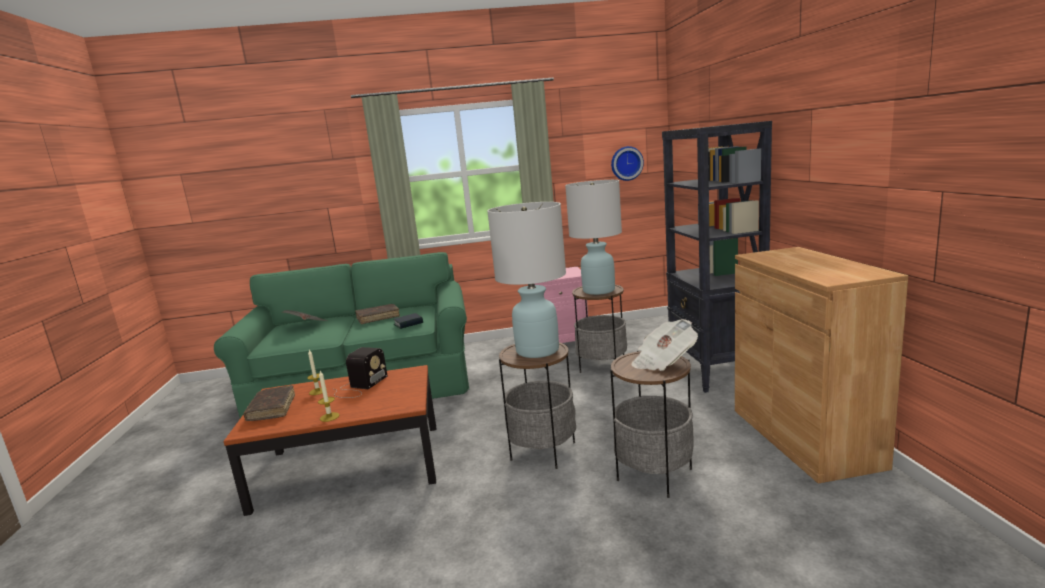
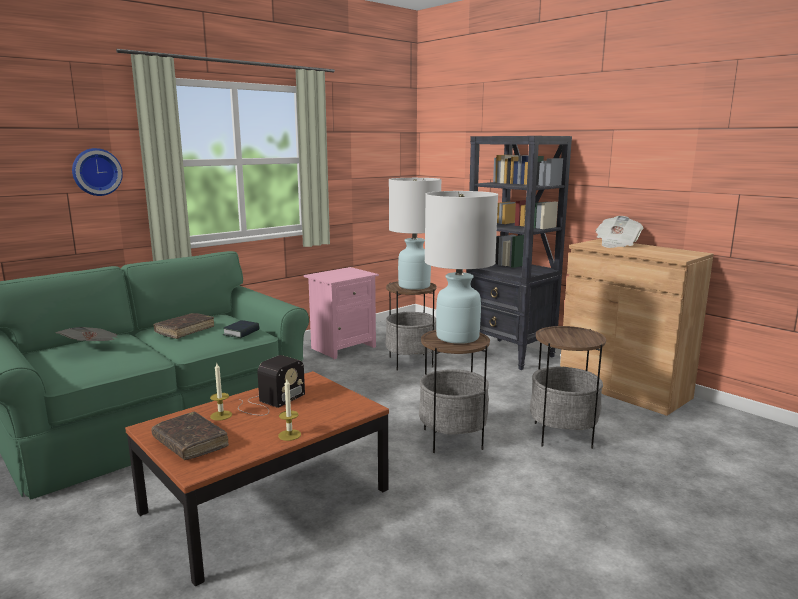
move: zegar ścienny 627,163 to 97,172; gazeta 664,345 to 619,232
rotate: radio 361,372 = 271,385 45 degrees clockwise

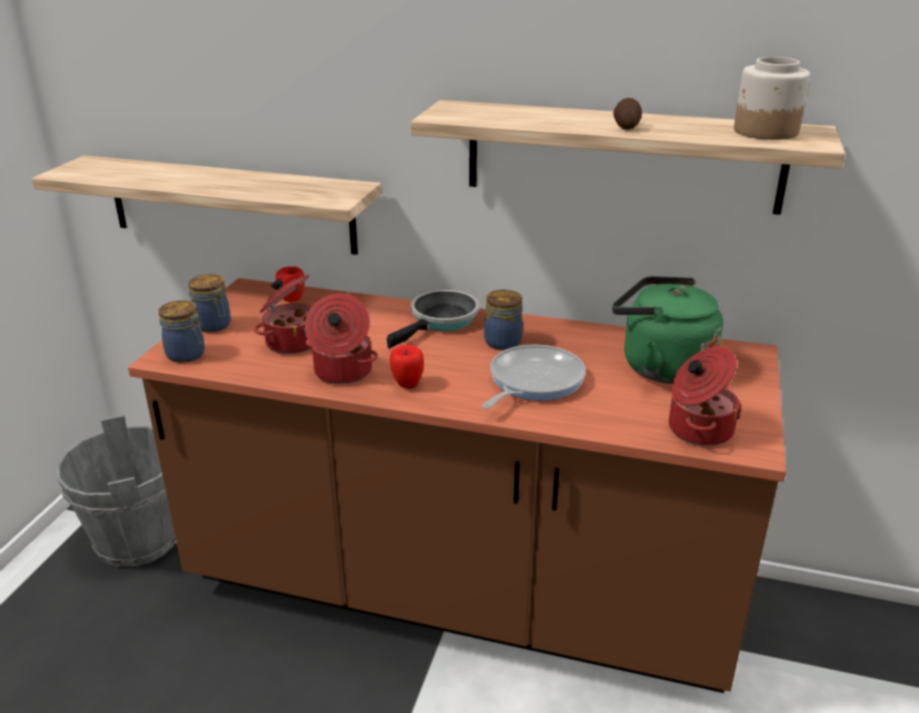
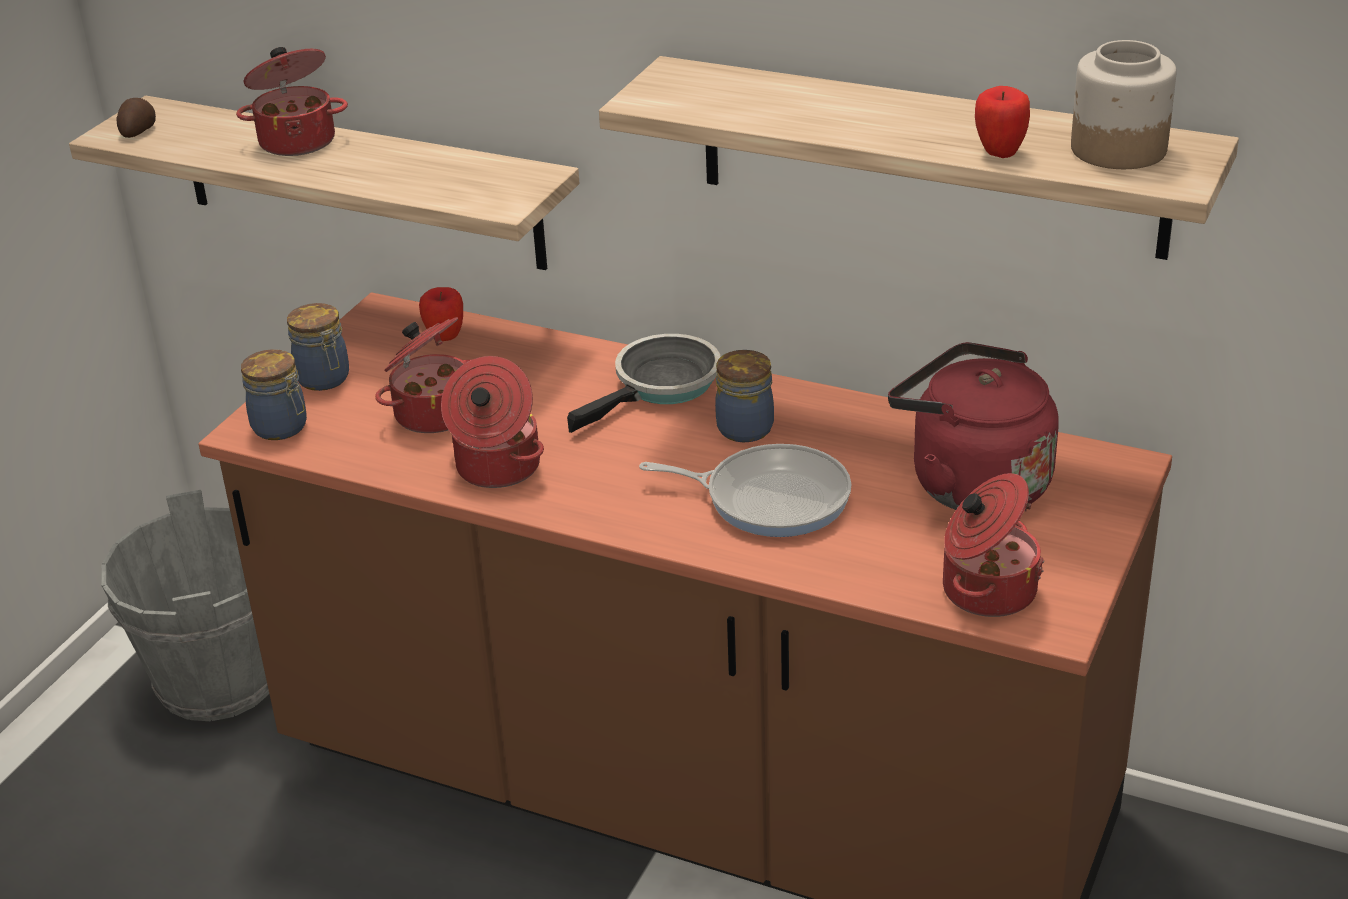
insert: garnek 292,101
move: jabłko 407,367 to 1002,122; ziemniak 627,114 to 136,118
recolor: czajnik/zielony 667,330 to czajnik/czerwony 973,426
rotate: patelnia 534,377 = 745,490 60 degrees clockwise

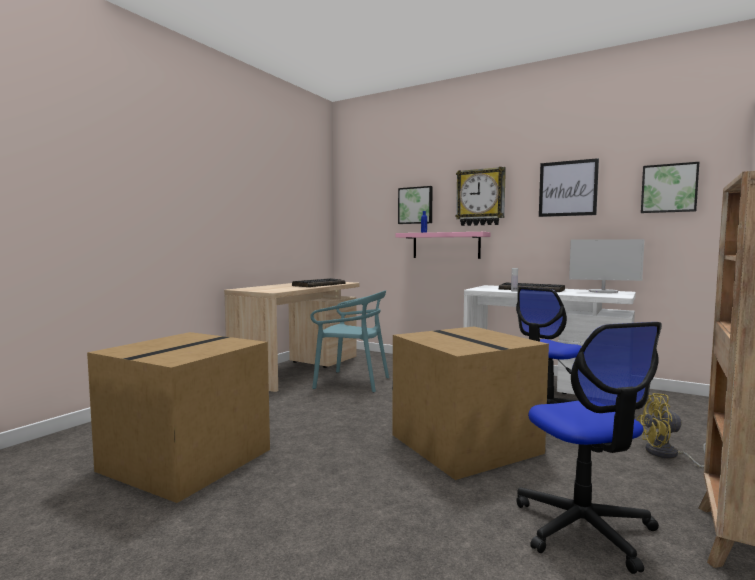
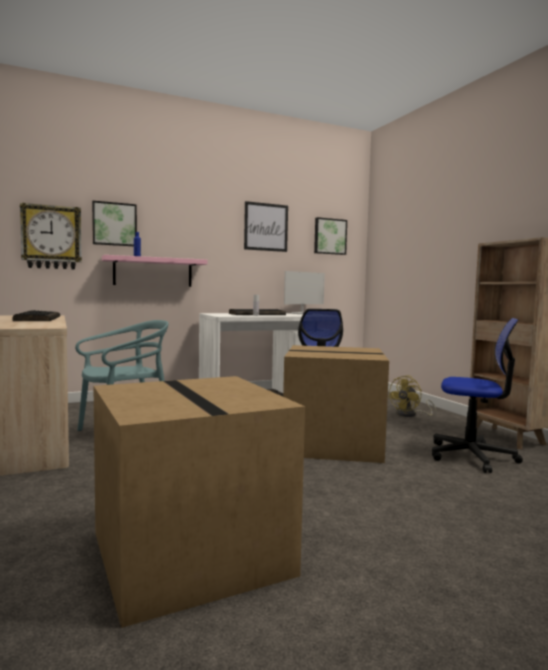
move: zegar ścienny 480,196 to 51,236

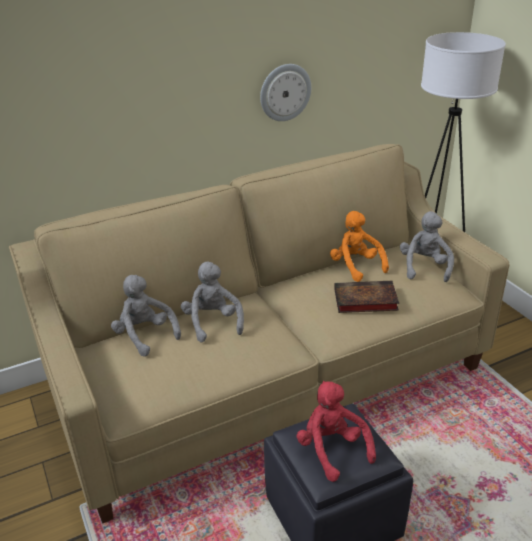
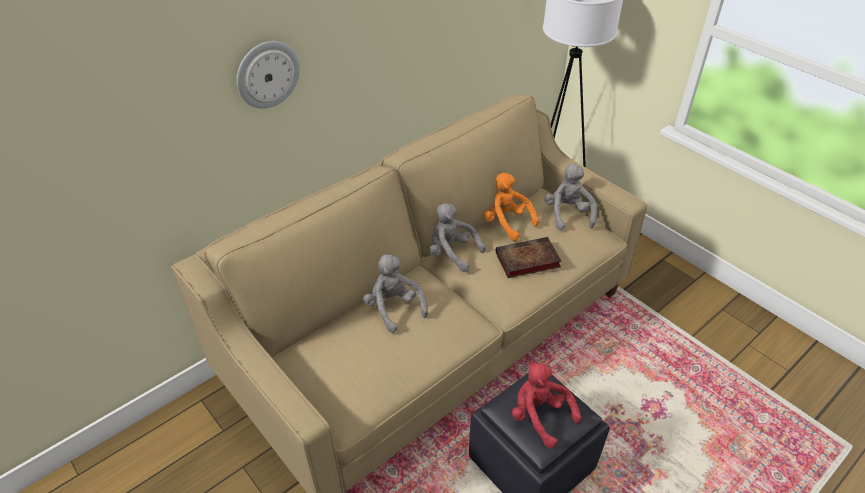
move: pluszak/szary 146,316 to 457,237; zegar ścienny 285,92 to 268,75

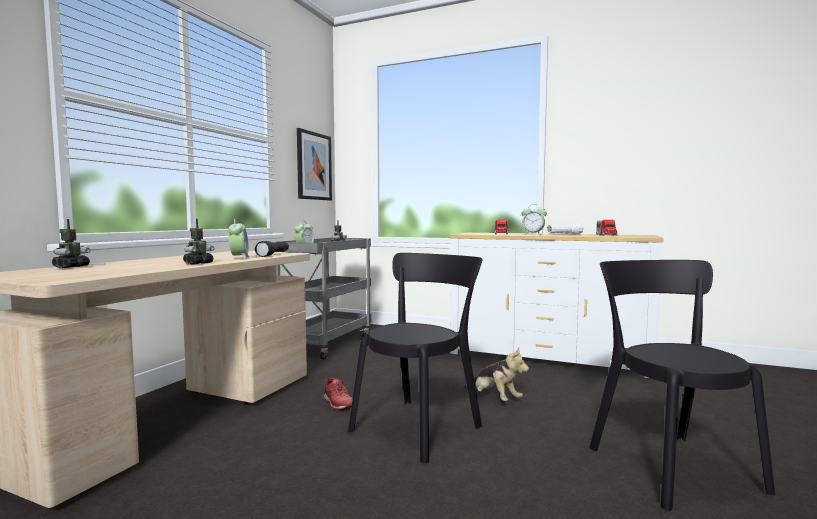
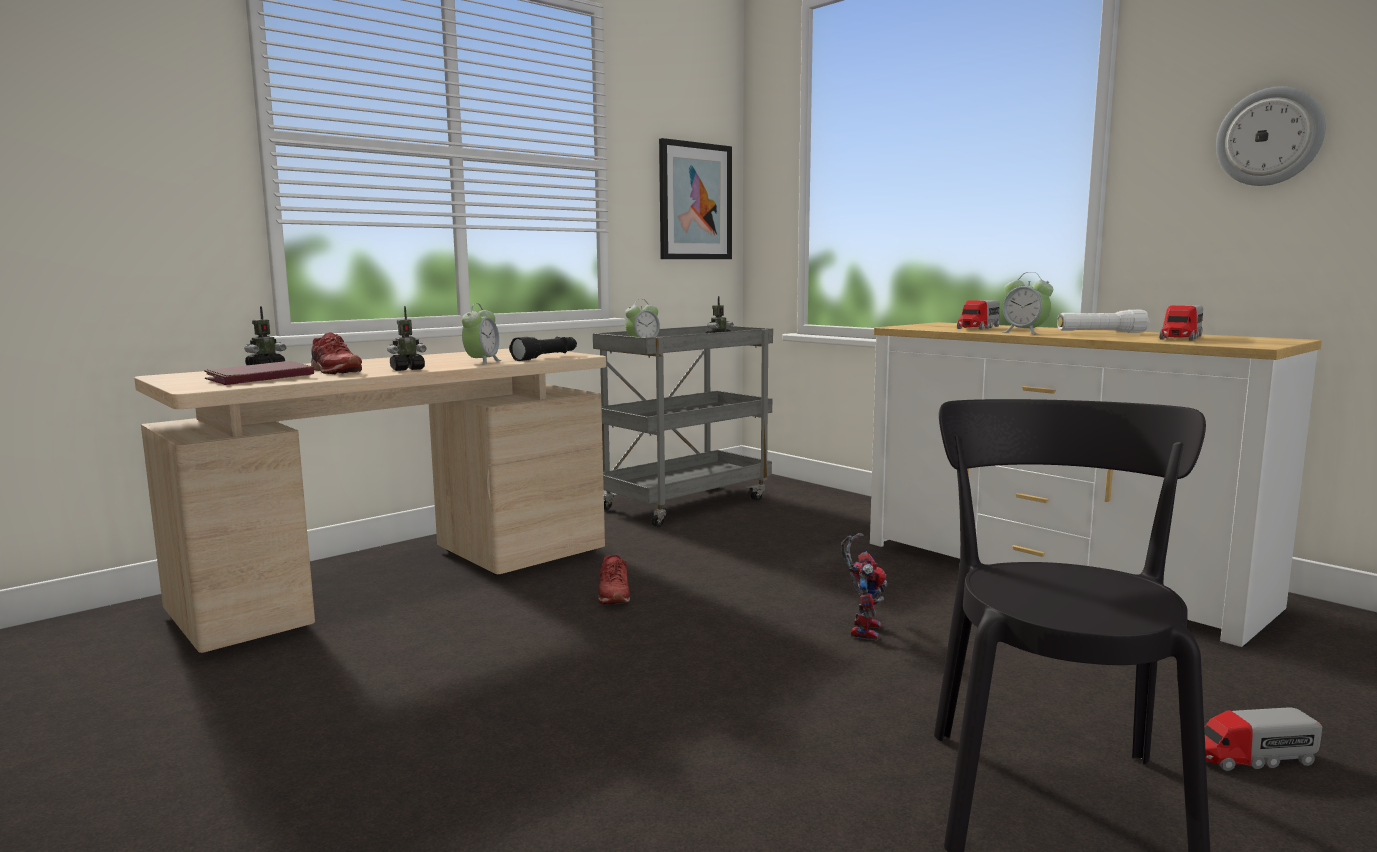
delete: krzesło/czarny 415,358
insert: książka/czerwony 259,373; but/czerwony 336,353; ciężarówka zabawkowa 1263,739; zegar ścienny 1271,136
replace: pluszak 496,374 to robot zabawkowy 864,586

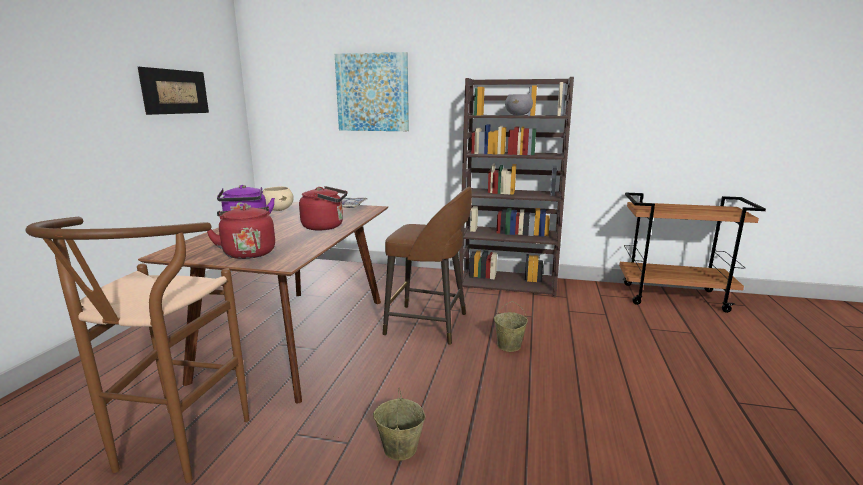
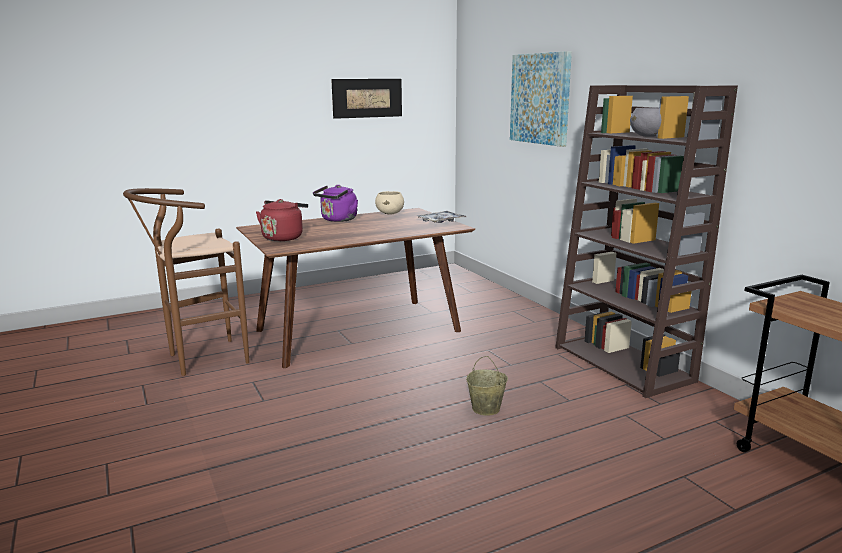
delete: czajnik/czerwony 323,208; wiadro/beżowy 399,424; stołek/brązowy 427,266

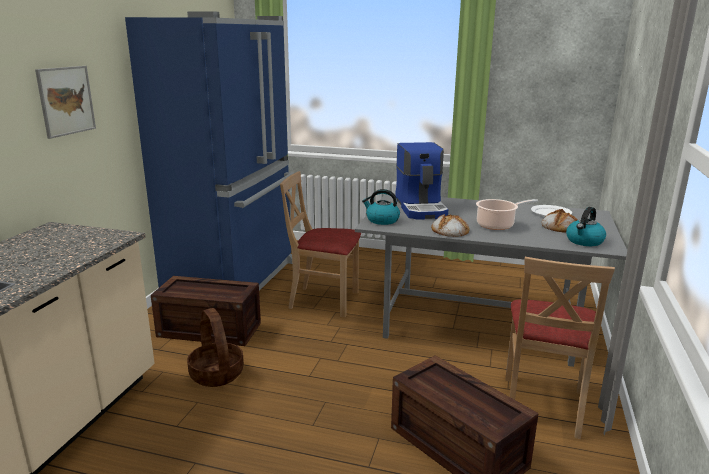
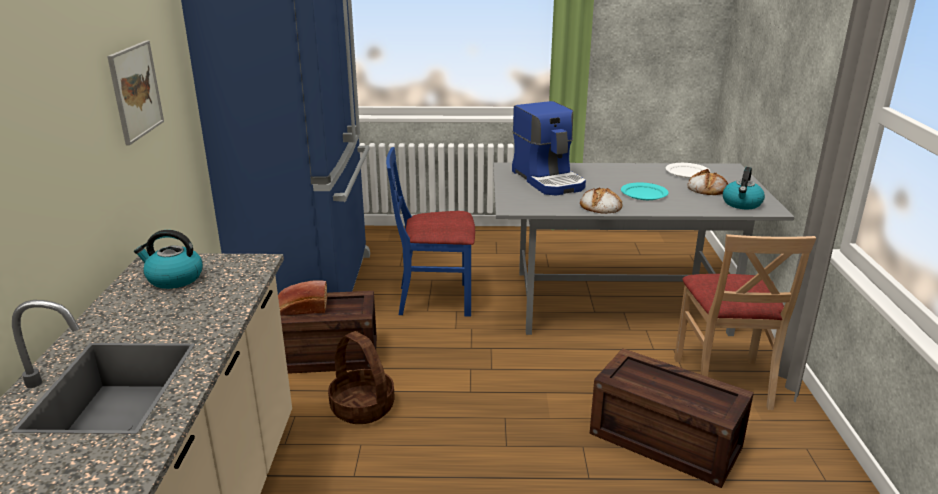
insert: chleb 302,297
move: czajnik 381,207 to 168,259
replace: garnek 507,214 to talerz/turkusowy 645,191
recolor: krzesło/beżowy 320,244 to krzesło/niebieski 430,232

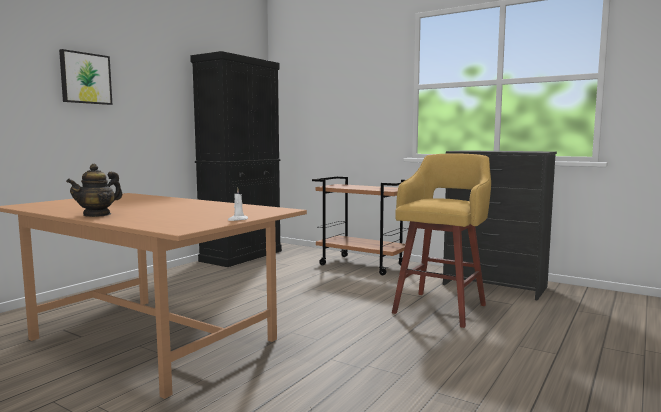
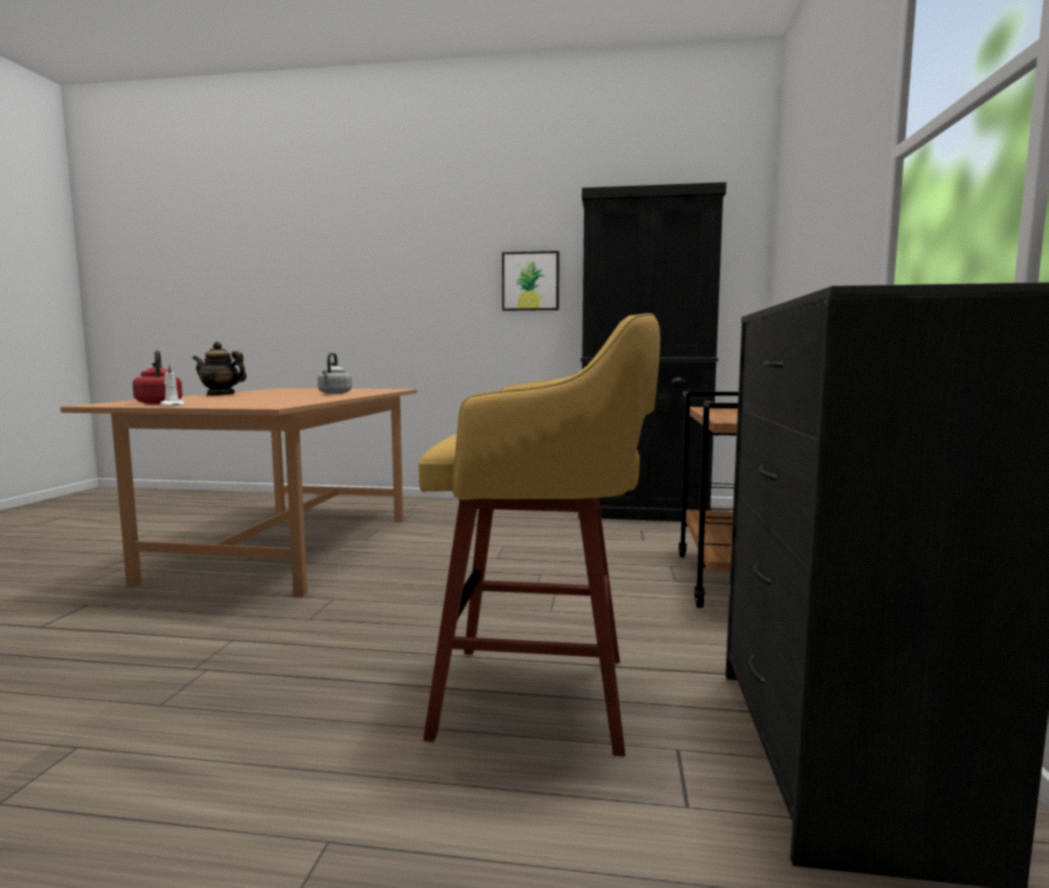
insert: czajnik/czerwony 157,377; czajnik/szary 335,373
move: obraz 85,77 to 530,281

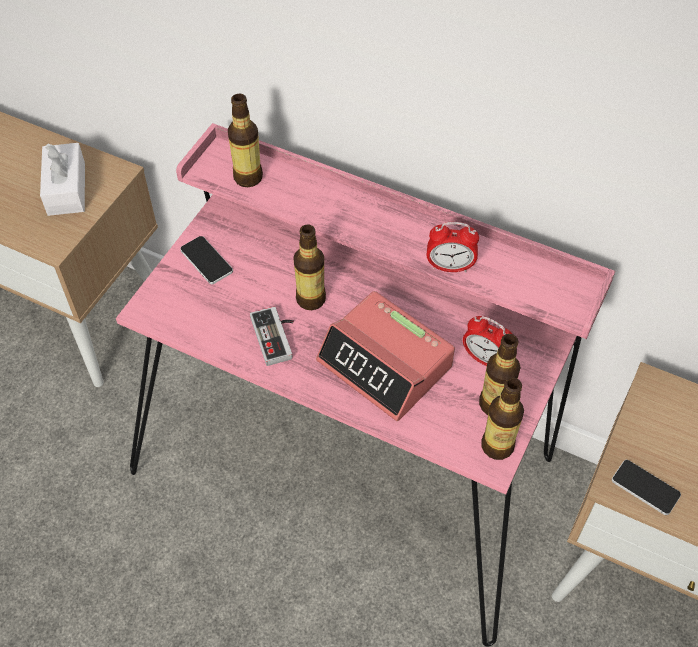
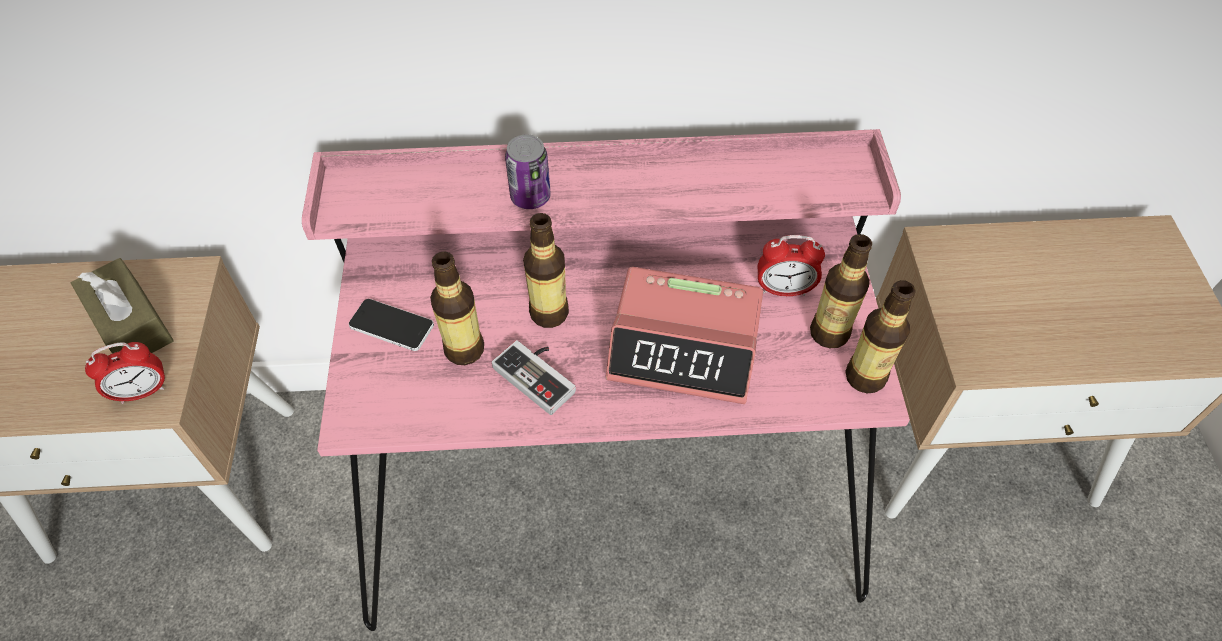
delete: telefon 646,487
insert: puszka 528,172
move: butelka 245,140 to 457,308; budzik 453,247 to 125,373
recolor: pudełko chusteczek/biały 62,179 to pudełko chusteczek/brązowy 122,306

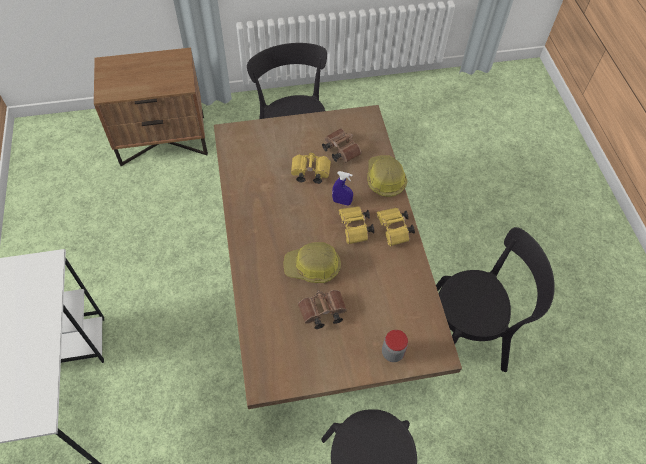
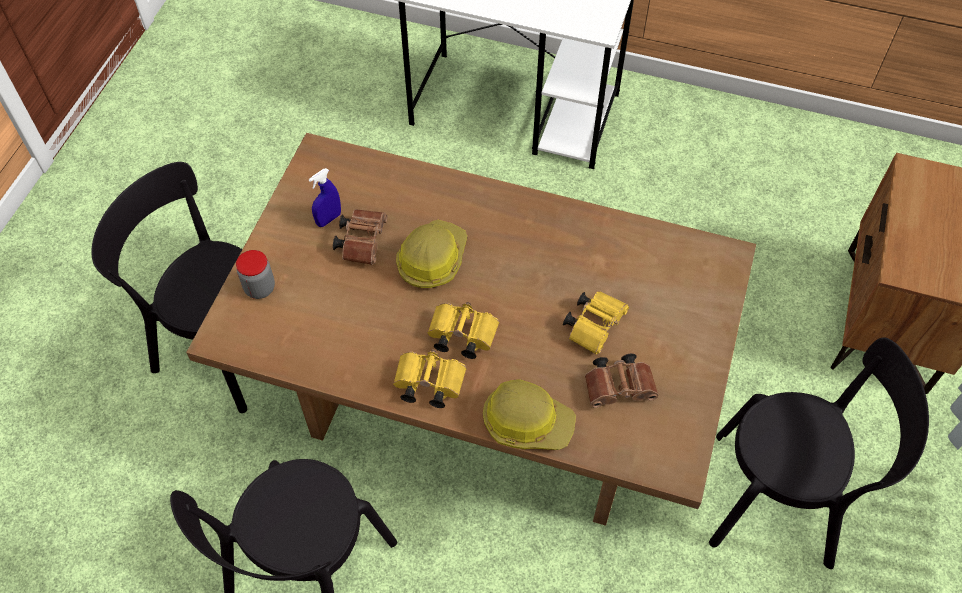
move: spryskiwacz/niebieski 342,188 to 325,197

